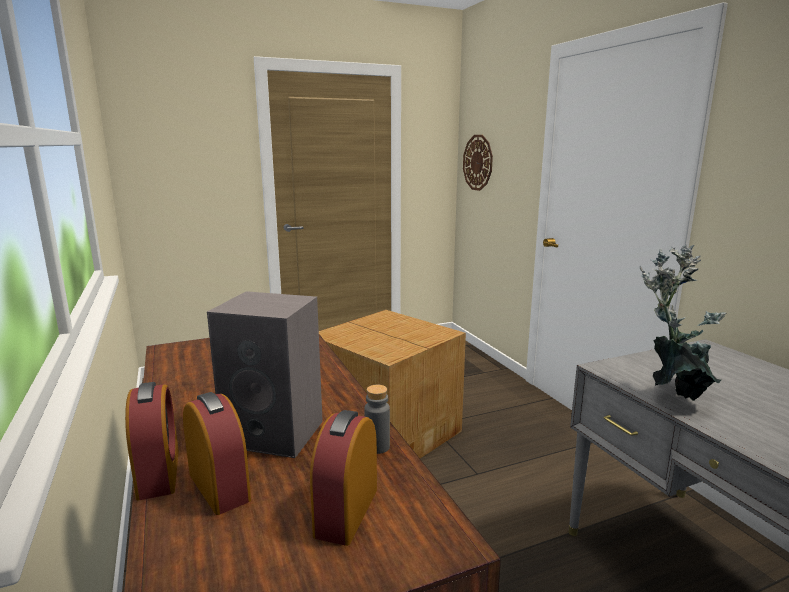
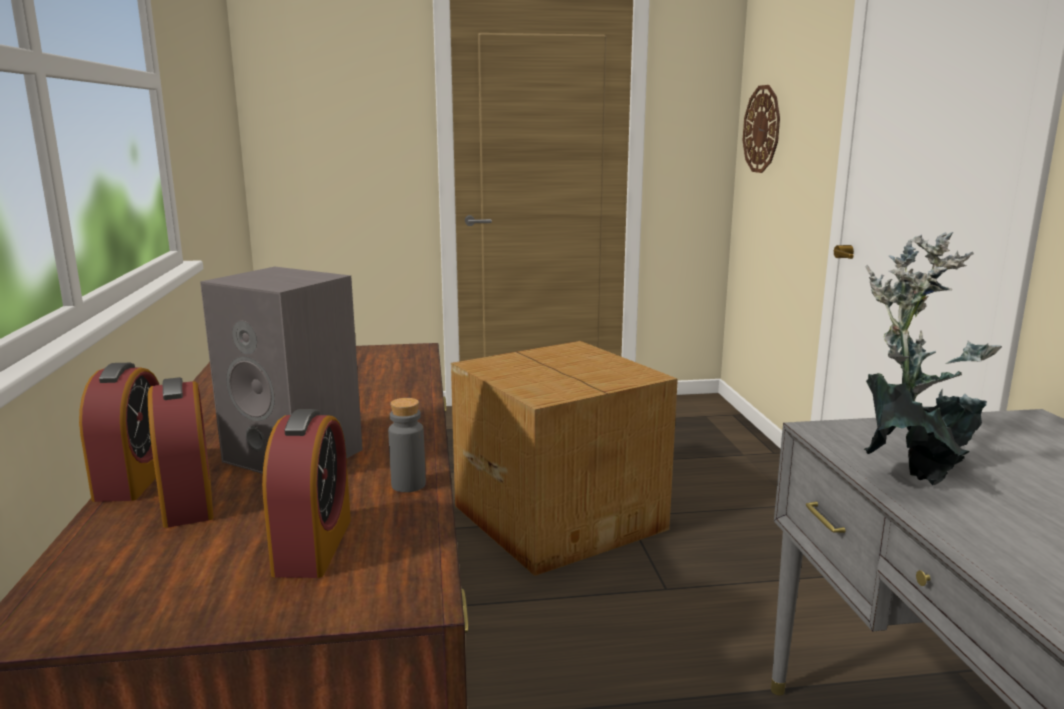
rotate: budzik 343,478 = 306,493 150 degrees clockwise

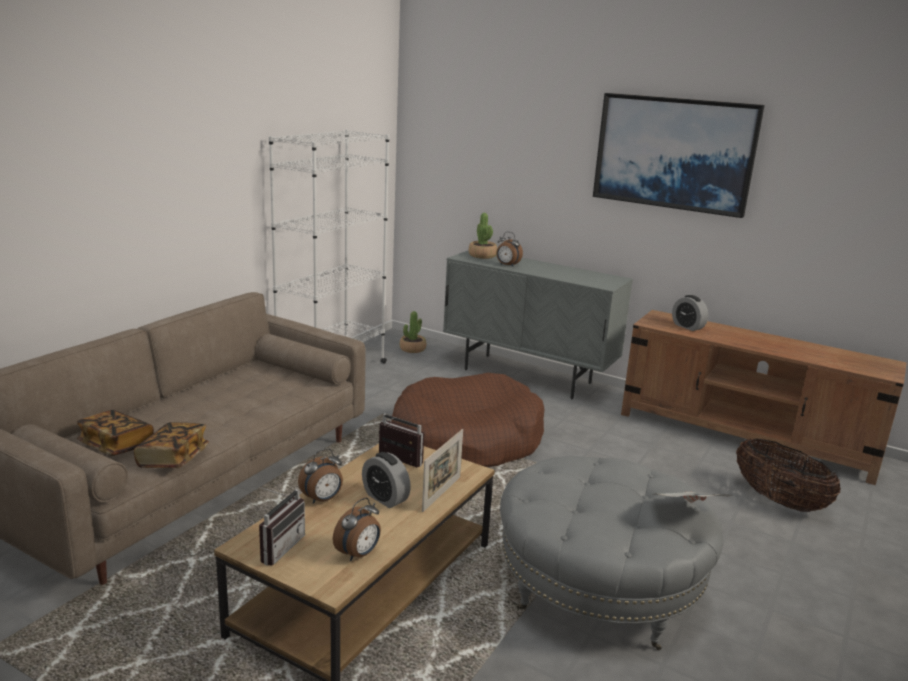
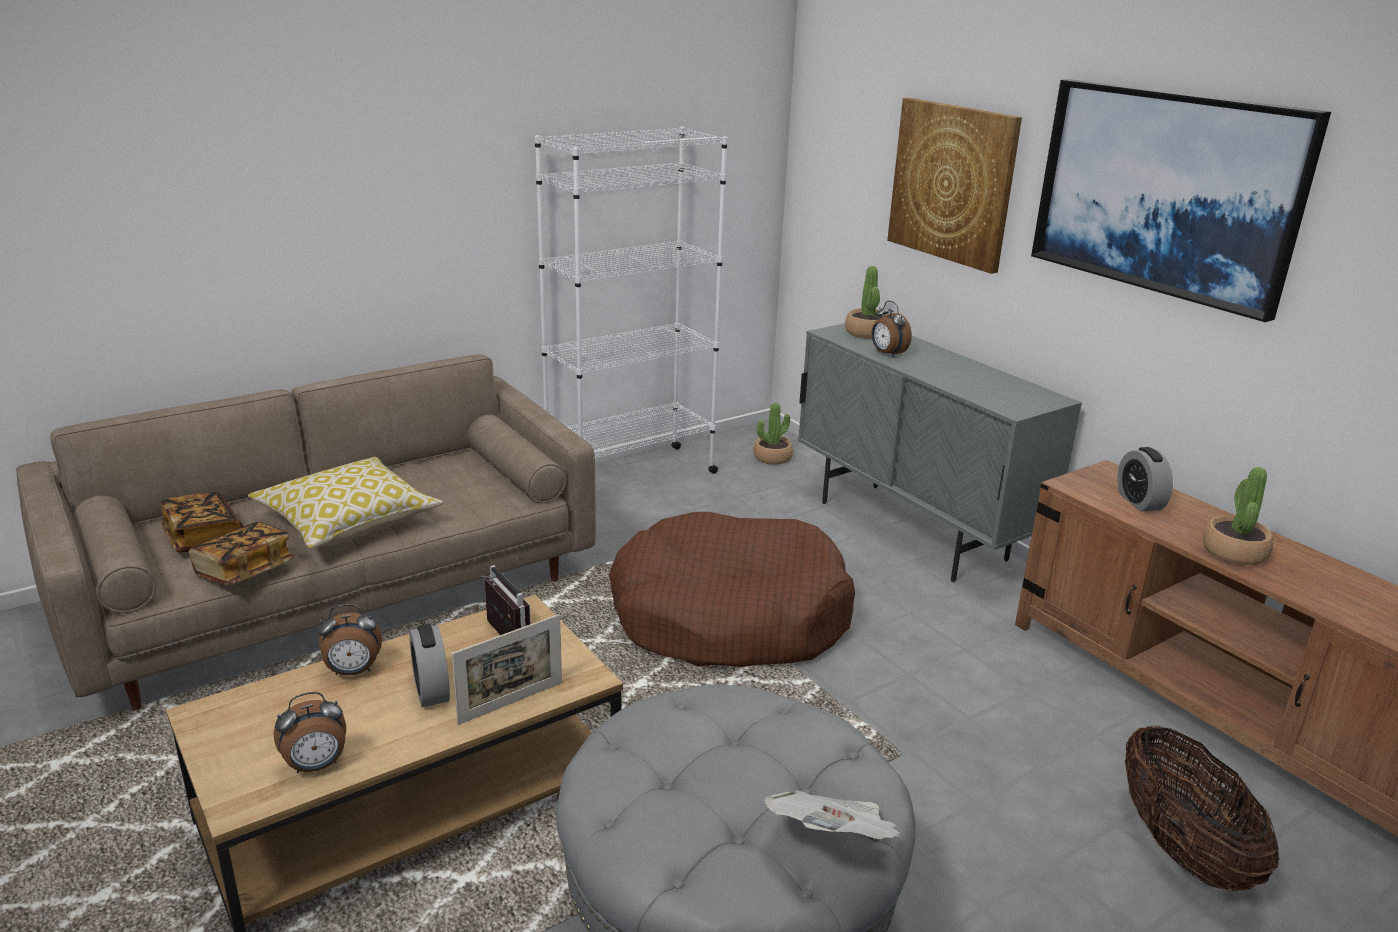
delete: radio 281,526
insert: poduszka 345,503; obraz 954,186; roślina doniczkowa 1238,516

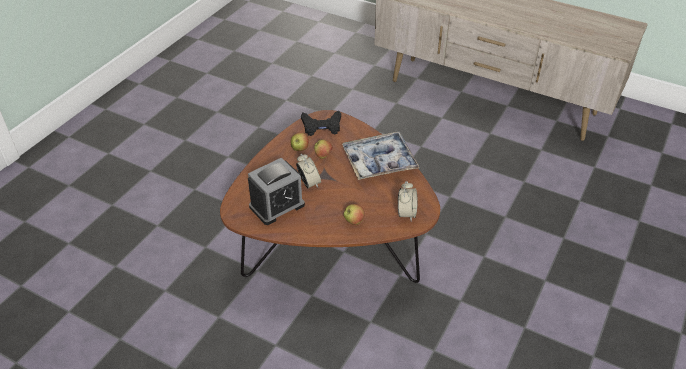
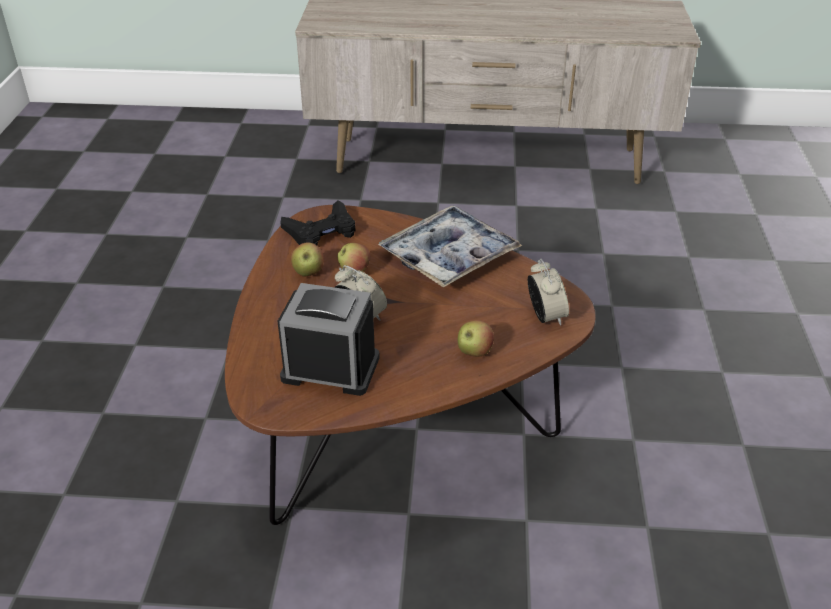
rotate: budzik 276,191 = 328,339 105 degrees counterclockwise

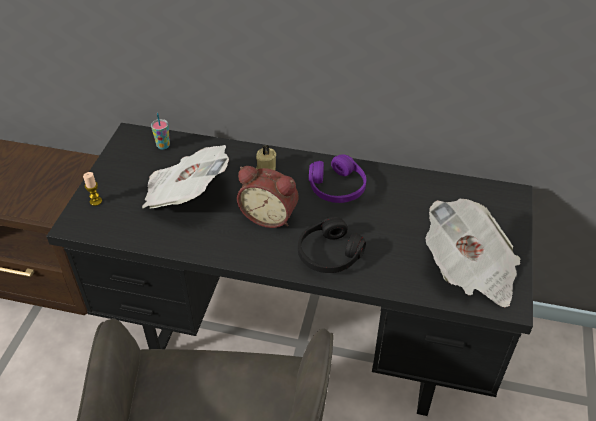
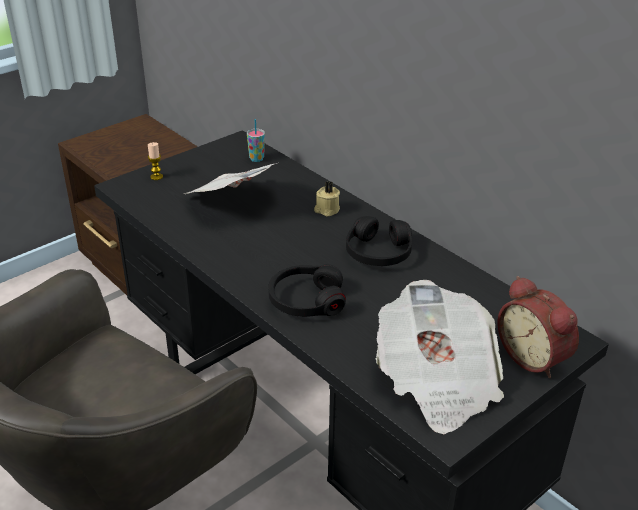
move: budzik 268,197 to 538,327
recolor: słuchawki/fioletowy 337,178 to słuchawki/czarny 379,241

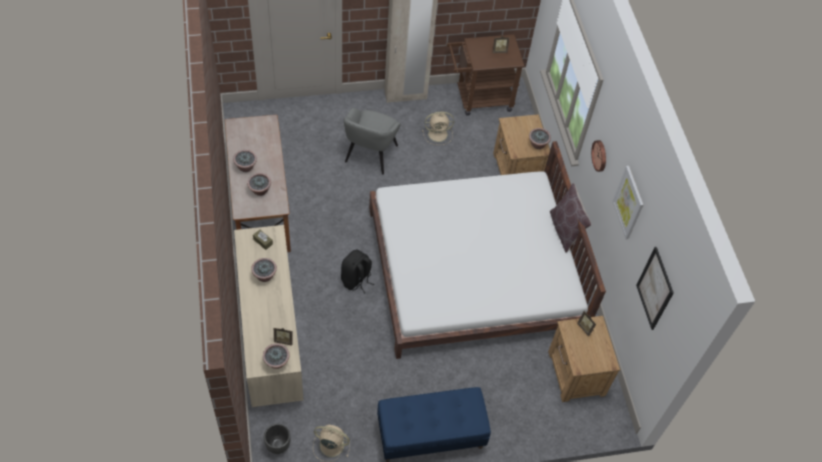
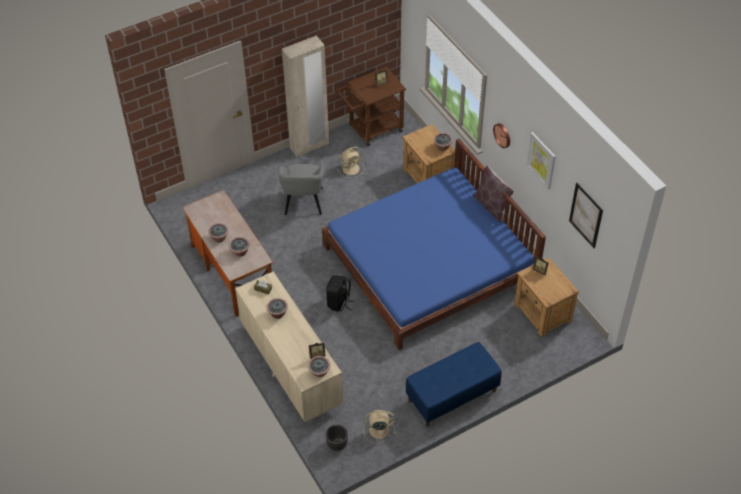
recolor: łóżko/biały 487,250 to łóżko/niebieski 434,244

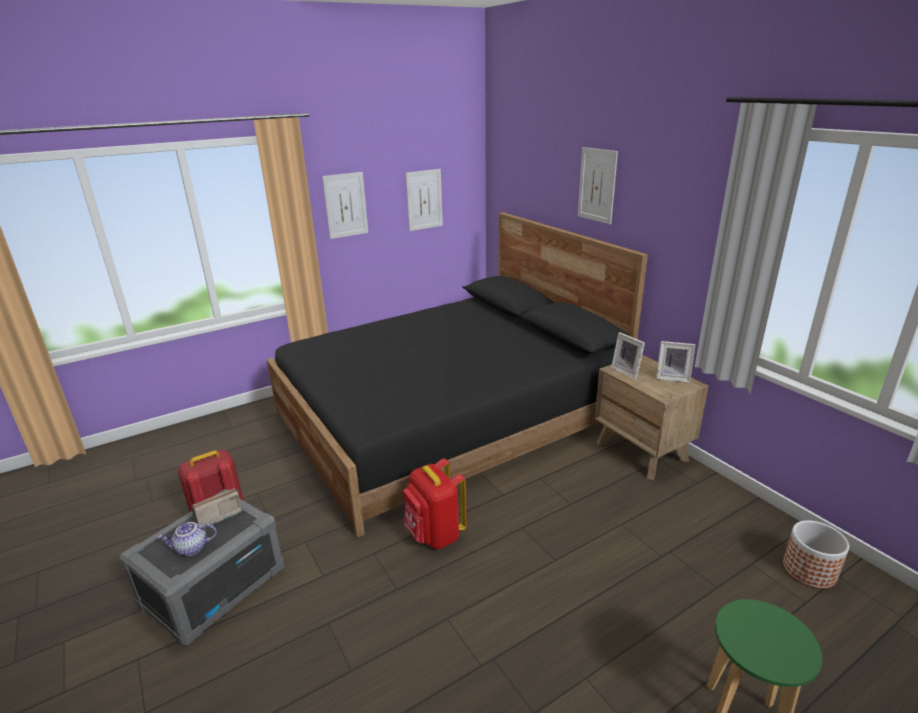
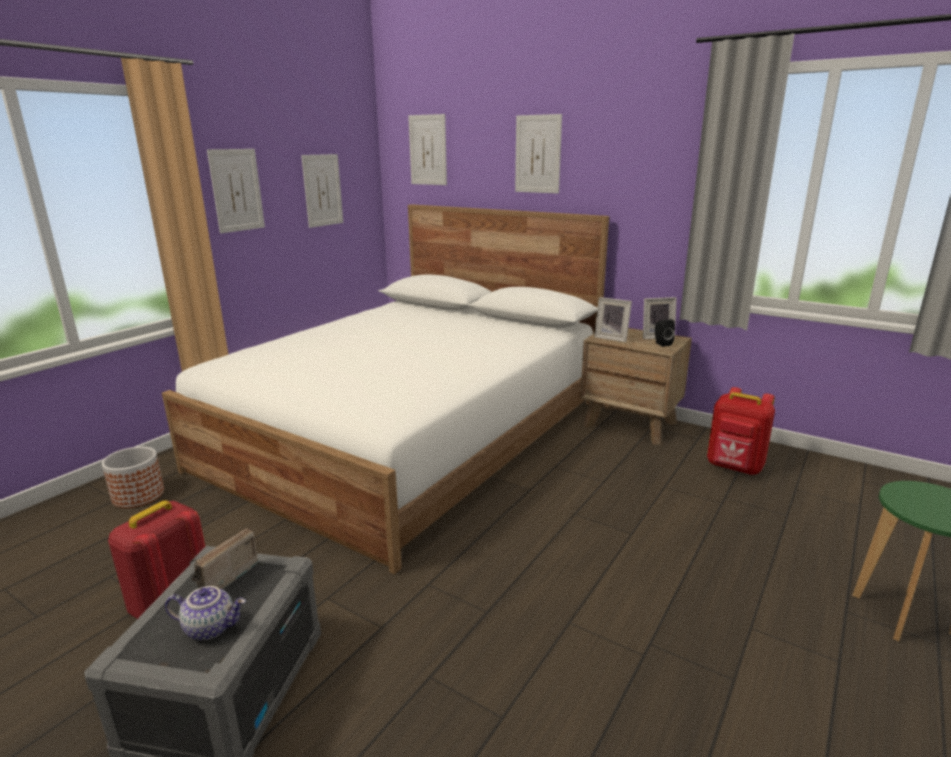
insert: obraz 427,149; głośnik/czarny 665,333
move: plecak/czerwony 435,503 to 741,431; donica 816,554 to 133,477
recolor: łóżko/czarny 457,375 to łóżko/biały 385,389
rotate: imbryk 187,539 = 205,613 135 degrees counterclockwise

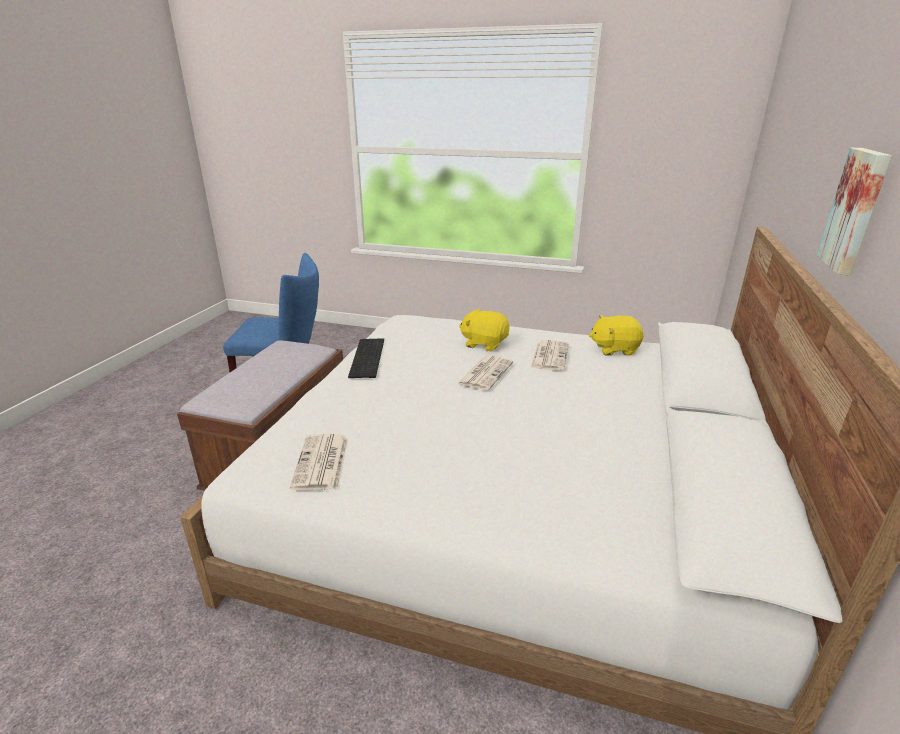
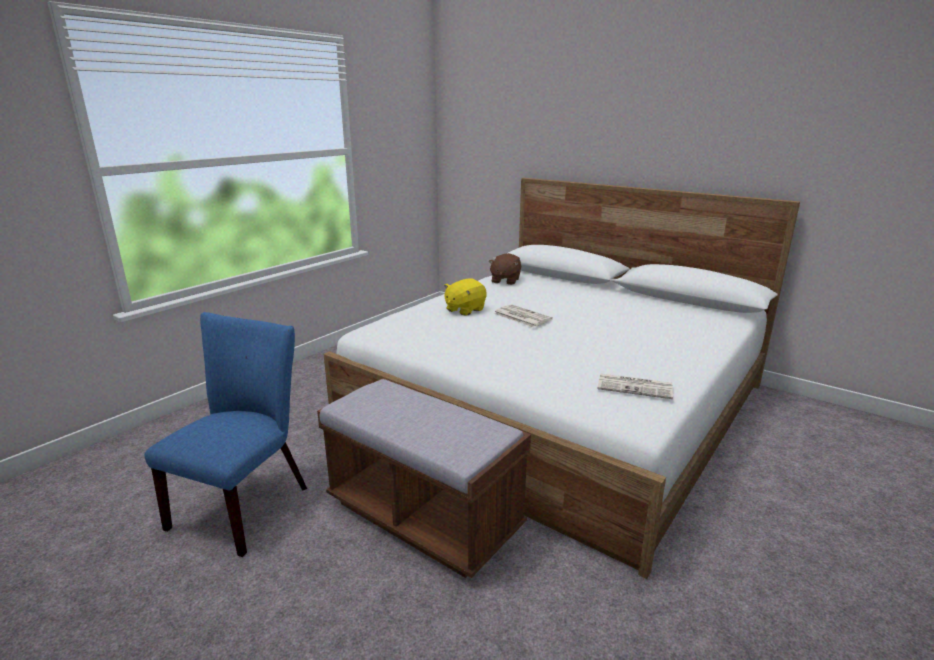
delete: klawiatura 366,358; gazeta 550,355; obraz 854,212
recolor: pluszak/żółty 616,335 to pluszak/brązowy 505,269

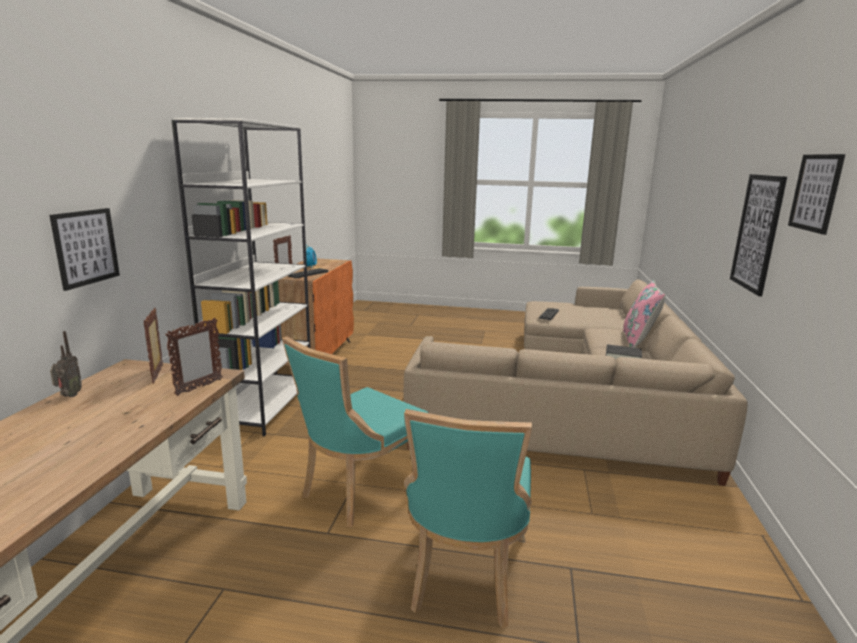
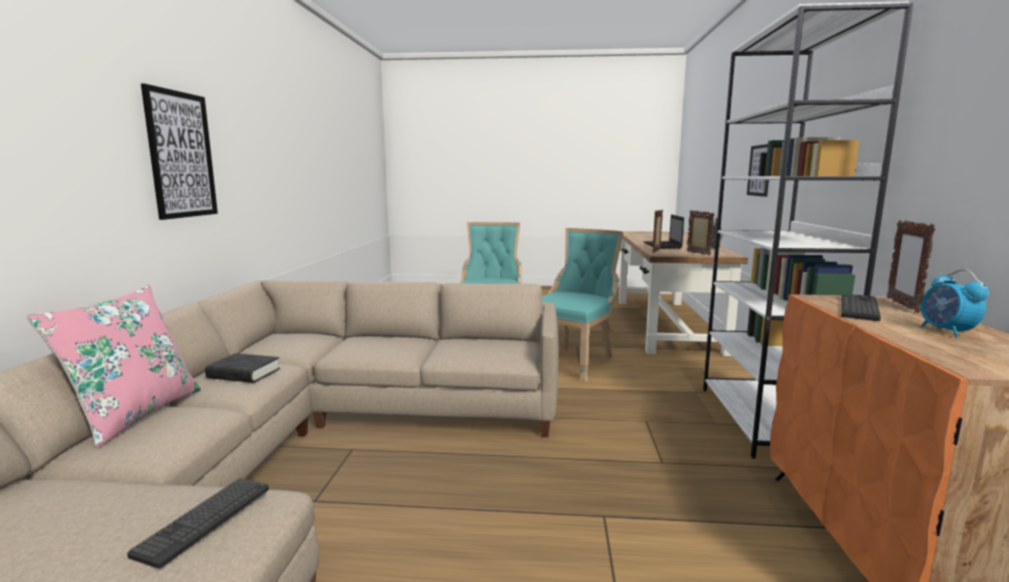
delete: obraz 816,194
insert: laptop 664,232

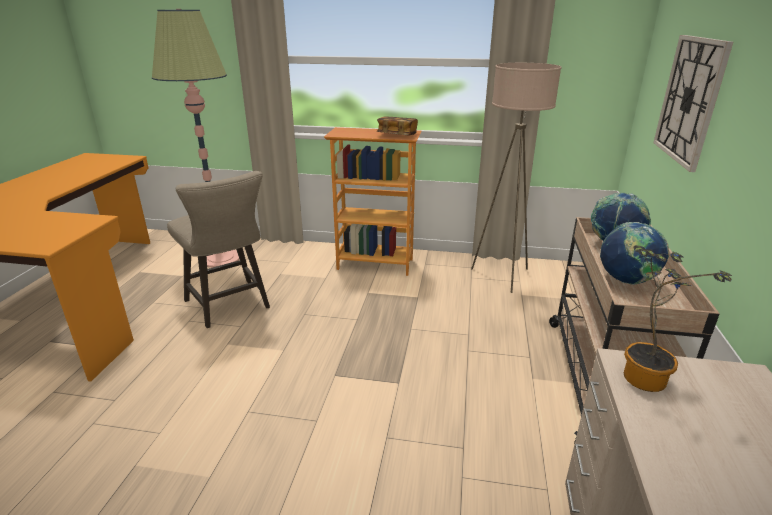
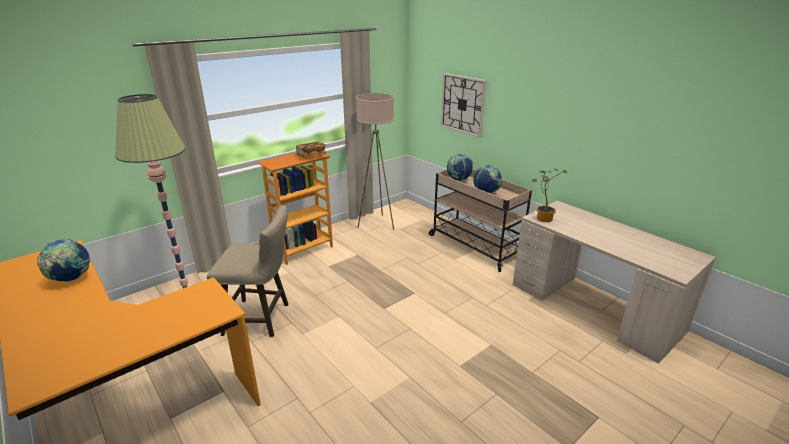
insert: globus 63,260

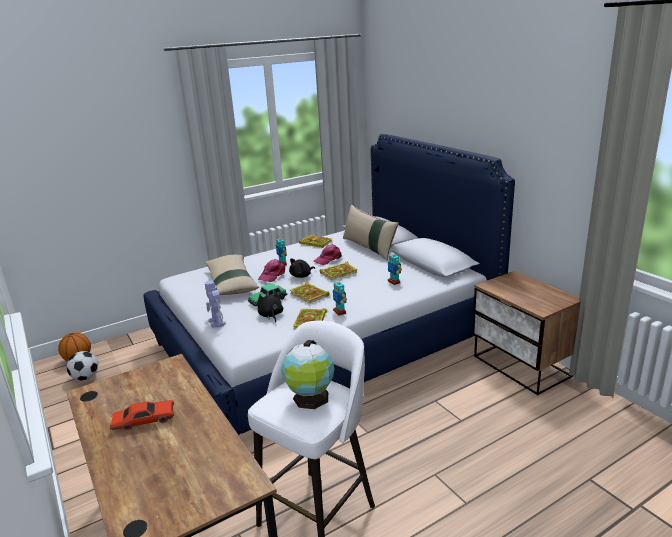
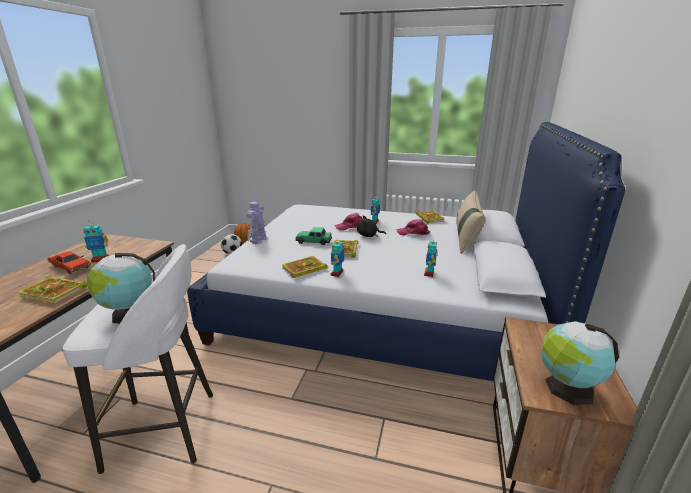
delete: poduszka/beżowy 232,275; pluszak/czarny 270,307
insert: robot zabawkowy 96,241; globus 580,363
move: książka 339,271 to 52,290

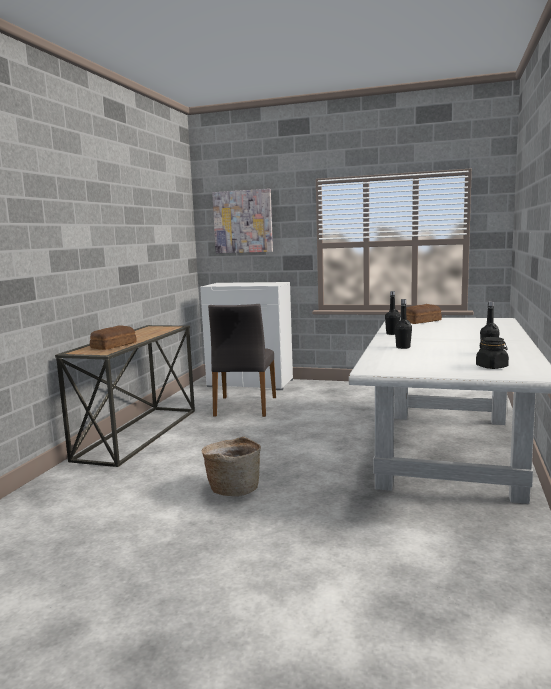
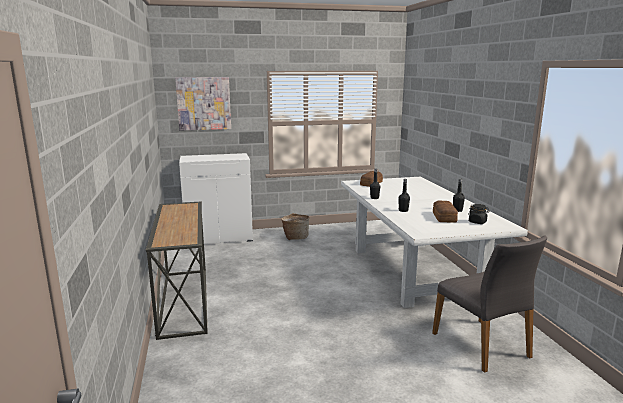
move: chleb 113,337 to 445,211; koszyk 231,466 to 295,226; krzesło/szary 242,360 to 489,304

